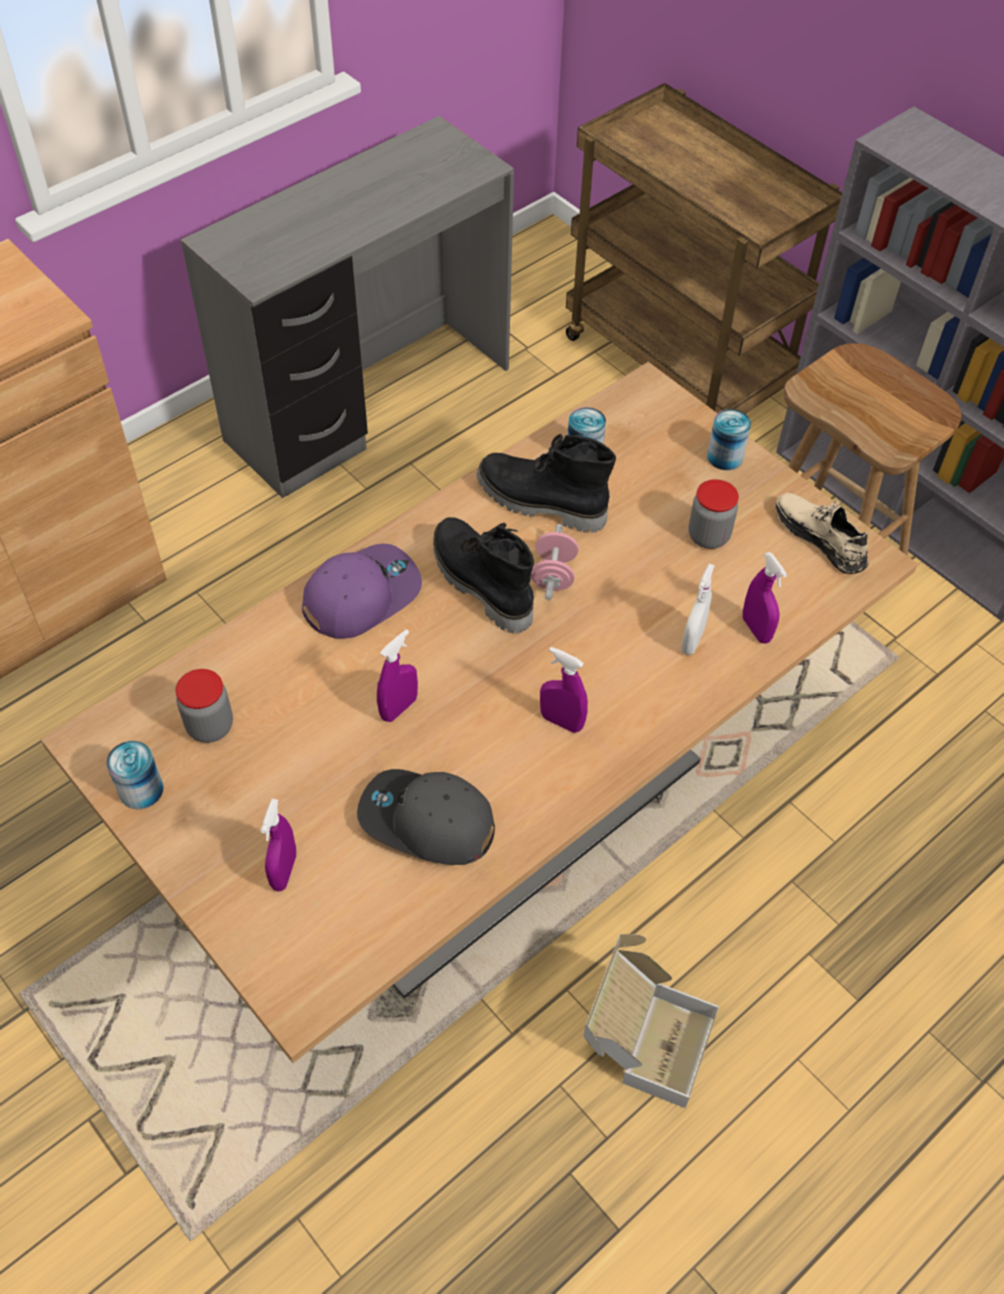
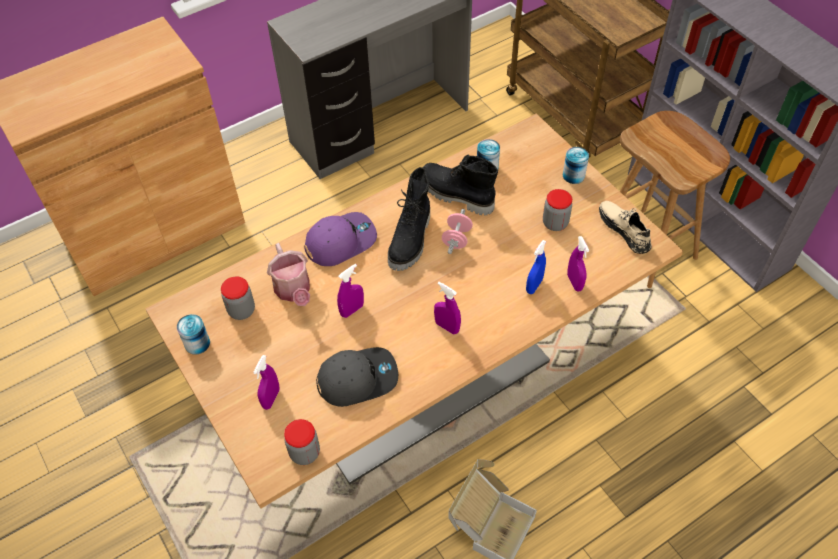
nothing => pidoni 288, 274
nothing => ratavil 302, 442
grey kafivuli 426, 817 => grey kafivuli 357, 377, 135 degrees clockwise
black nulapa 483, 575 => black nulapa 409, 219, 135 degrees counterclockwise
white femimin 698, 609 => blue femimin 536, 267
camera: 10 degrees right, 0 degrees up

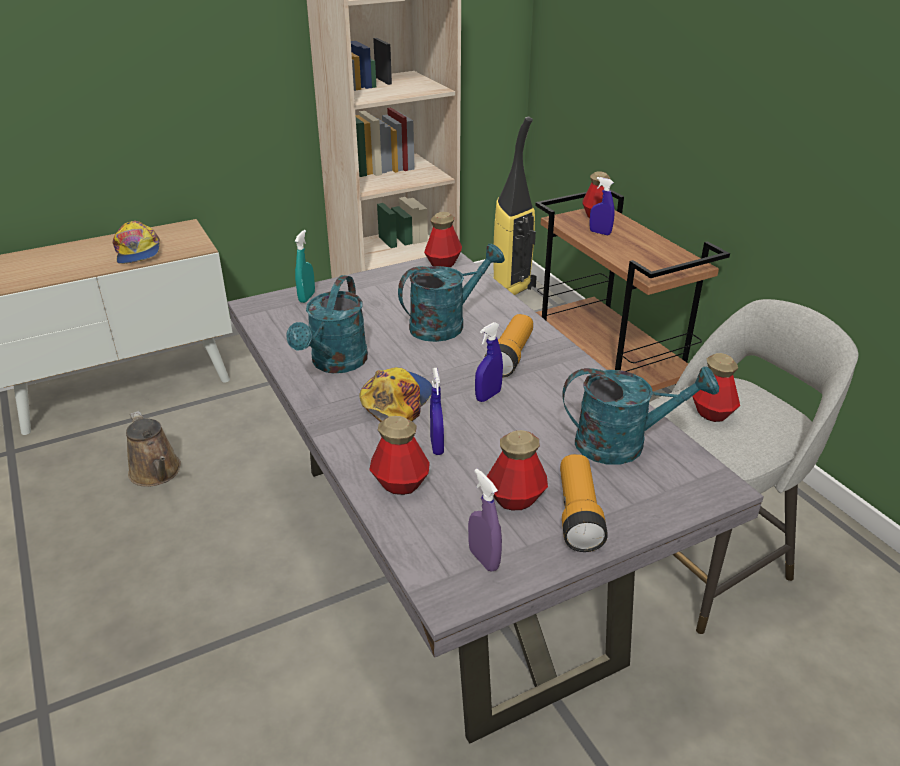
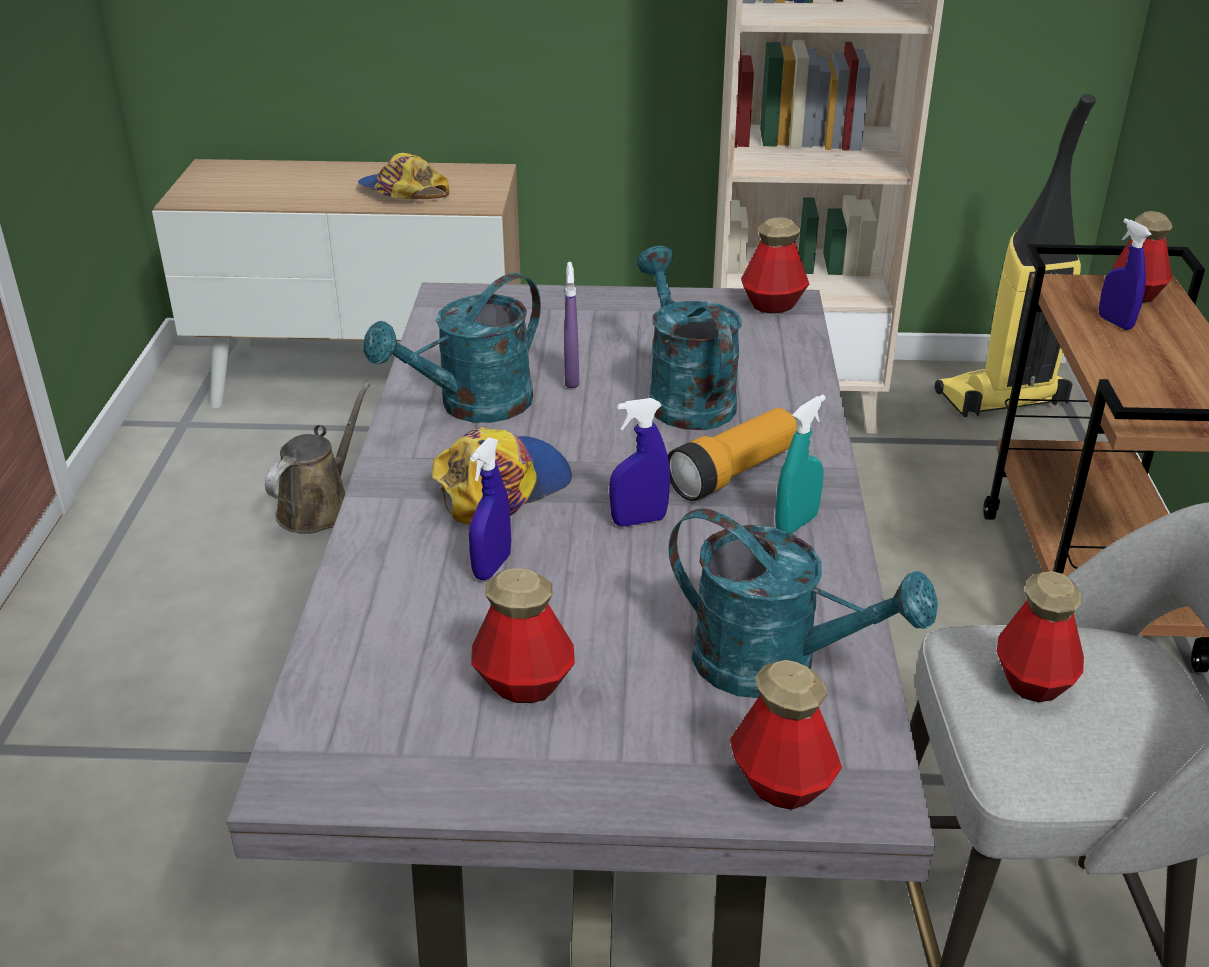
brown pidoni 153, 449 => brown pidoni 317, 458, 150 degrees counterclockwise
kafivuli 136, 242 => kafivuli 403, 176, 120 degrees clockwise
purple femimin 485, 520 => purple femimin 571, 325, move
turquoise pidoni 451, 293 => turquoise pidoni 689, 338, 105 degrees counterclockwise
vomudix 399, 455 => vomudix 786, 735, move
turquoise femimin 305, 266 => turquoise femimin 800, 463, move
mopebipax 584, 503 => nothing
camera: 30 degrees right, 0 degrees up

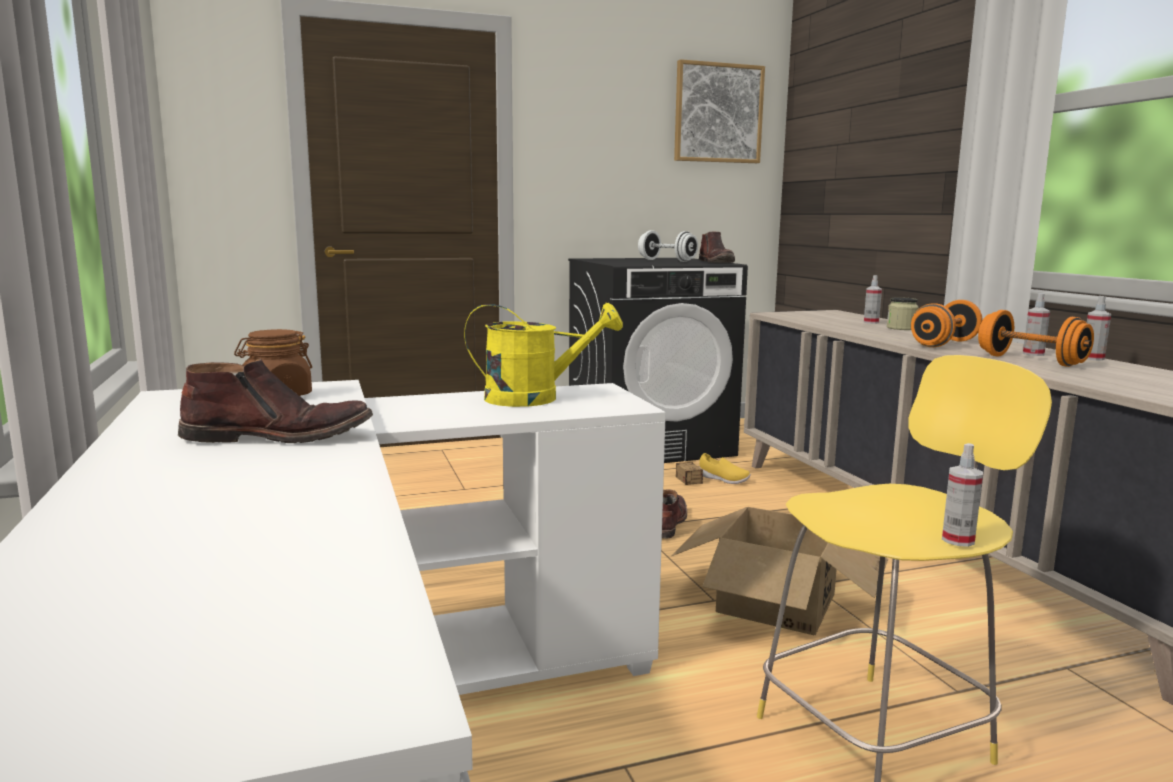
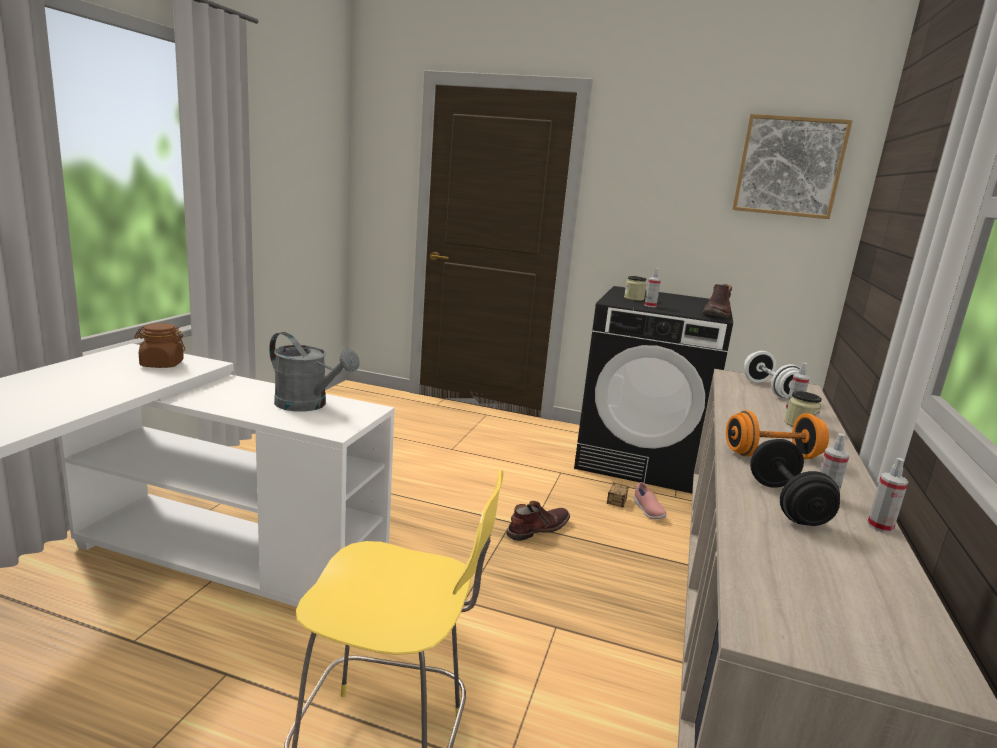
yellow pidoni 543, 355 => grey pidoni 314, 371
nothing => ratavil 635, 288
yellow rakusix 725, 468 => pink rakusix 650, 500
femimin 962, 495 => femimin 652, 287, move
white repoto 668, 246 => white repoto 772, 375, move
orange repoto 1036, 338 => black repoto 795, 482
brown nulapa 275, 401 => nothing
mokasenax 780, 571 => nothing
camera: 35 degrees right, 5 degrees up

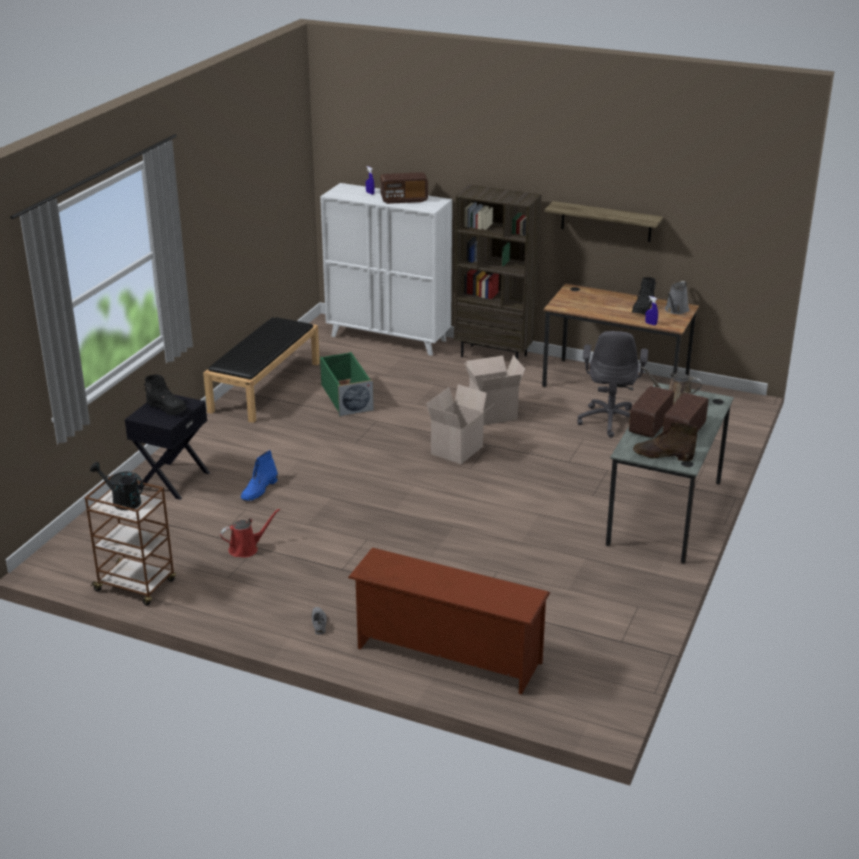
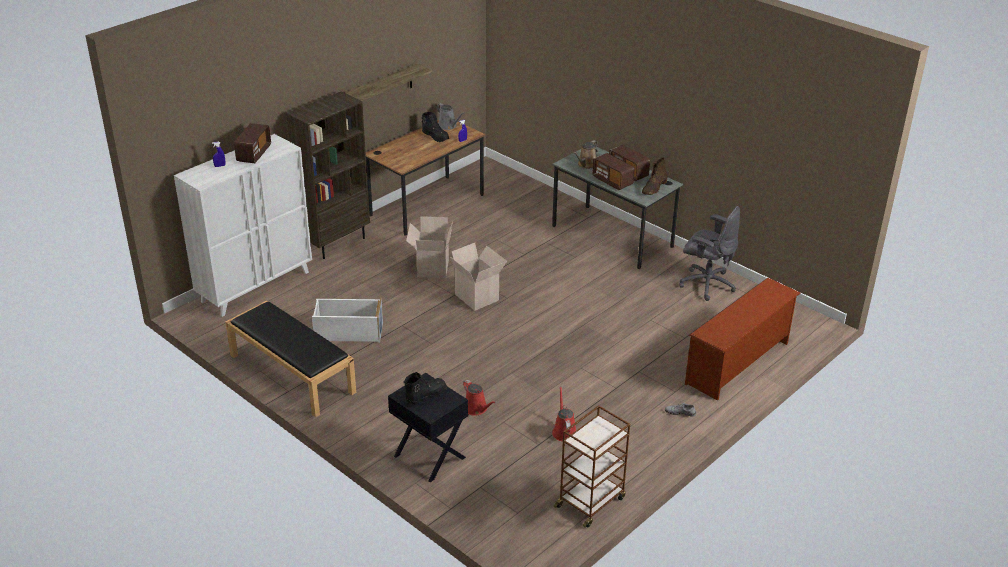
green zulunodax 347, 384 => white zulunodax 347, 320
blue nulapa 259, 475 => red pidoni 479, 398
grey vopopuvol 612, 384 => grey vopopuvol 709, 253, move
black pidoni 116, 486 => nothing
camera: 70 degrees left, 5 degrees up

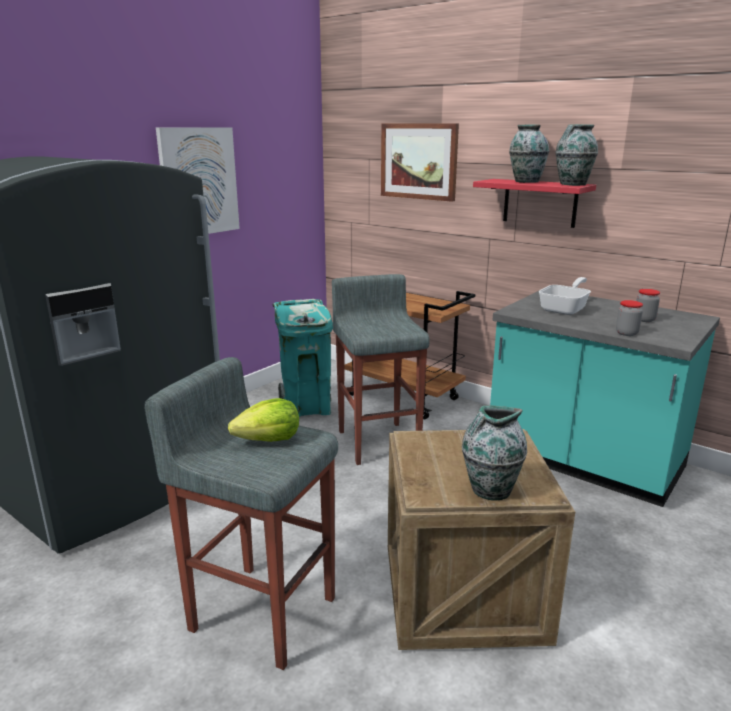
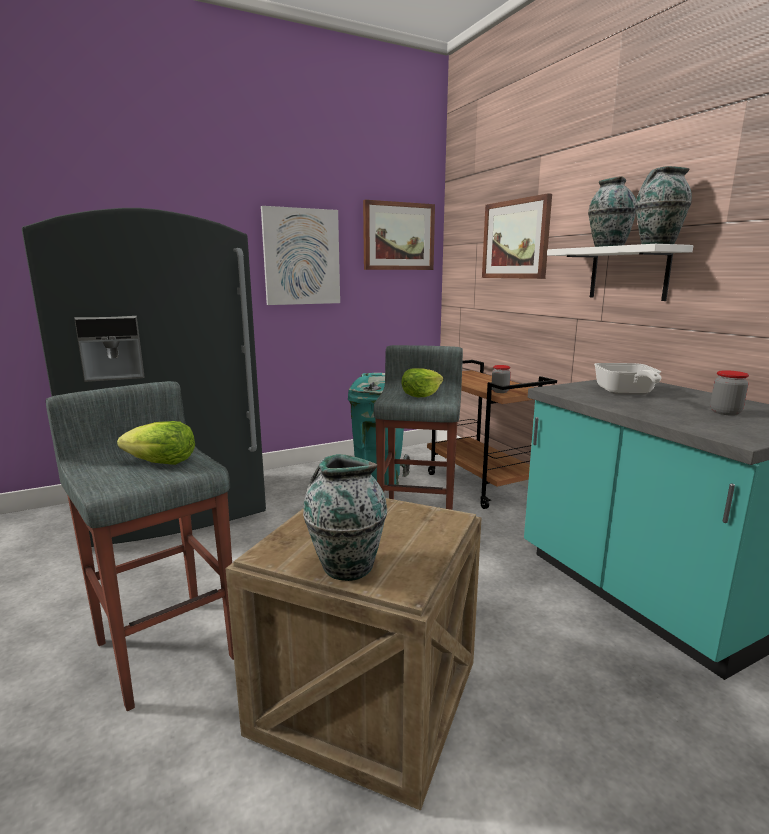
nothing => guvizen 399, 235
nothing => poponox 422, 382
ratavil 629, 318 => ratavil 501, 379, move
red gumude 534, 203 => white gumude 620, 272
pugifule 565, 296 => pugifule 627, 379, 120 degrees clockwise
camera: 25 degrees right, 5 degrees down

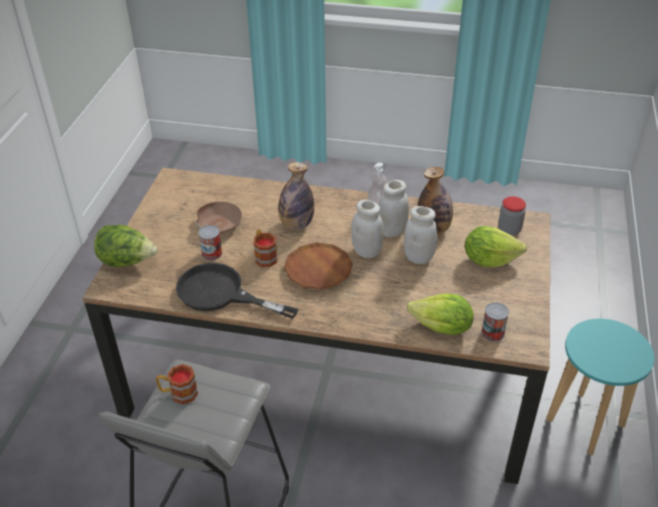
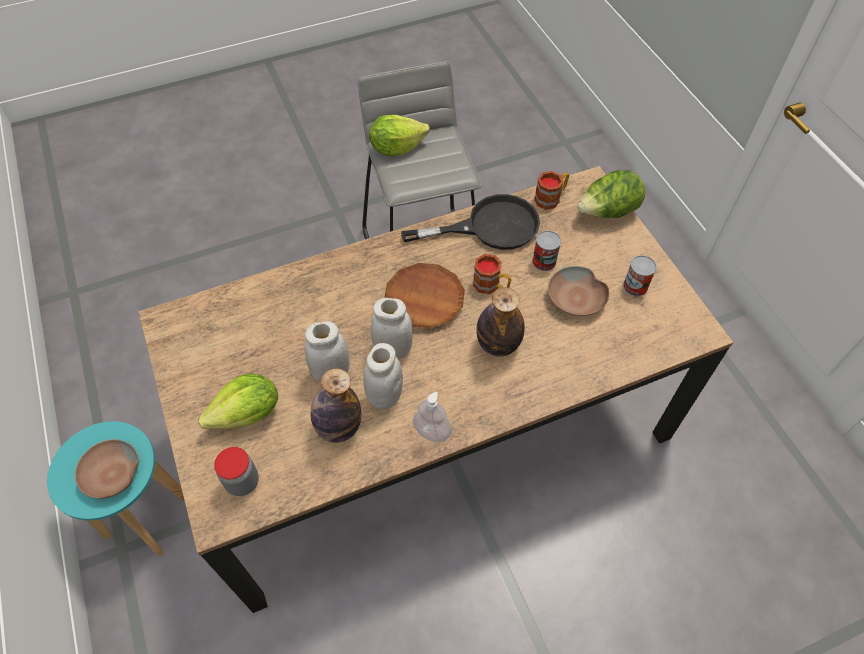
nothing => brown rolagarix 107, 469
poponox 440, 314 => poponox 399, 135, move
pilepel 177, 384 => pilepel 551, 190, move
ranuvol 495, 322 => ranuvol 640, 275, move
camera: 145 degrees right, 15 degrees up

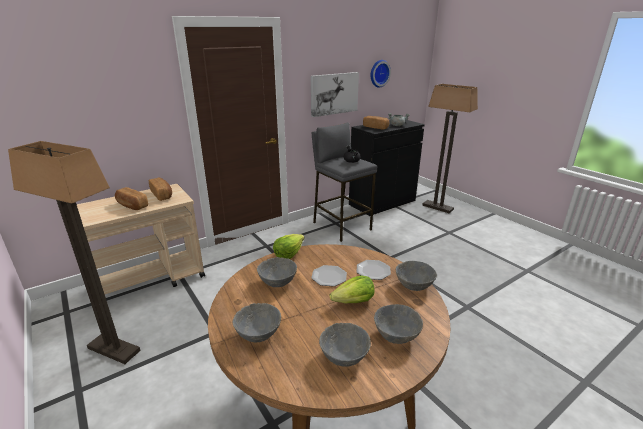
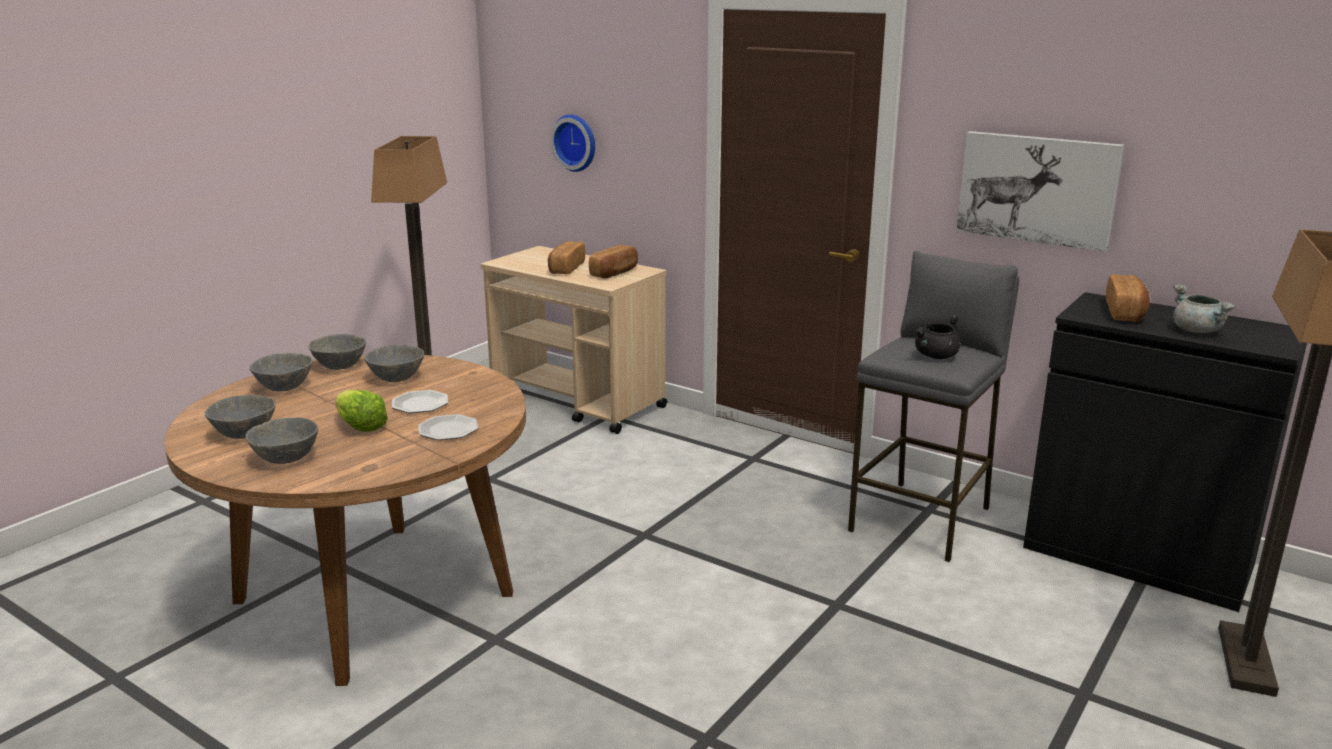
grey rolagarix 416, 276 => grey rolagarix 337, 352, move
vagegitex 381, 74 => vagegitex 572, 143, move
poponox 289, 246 => nothing
camera: 70 degrees right, 5 degrees down

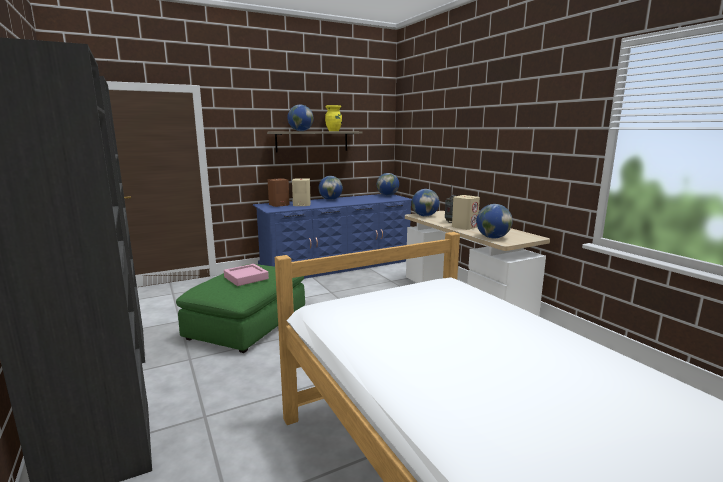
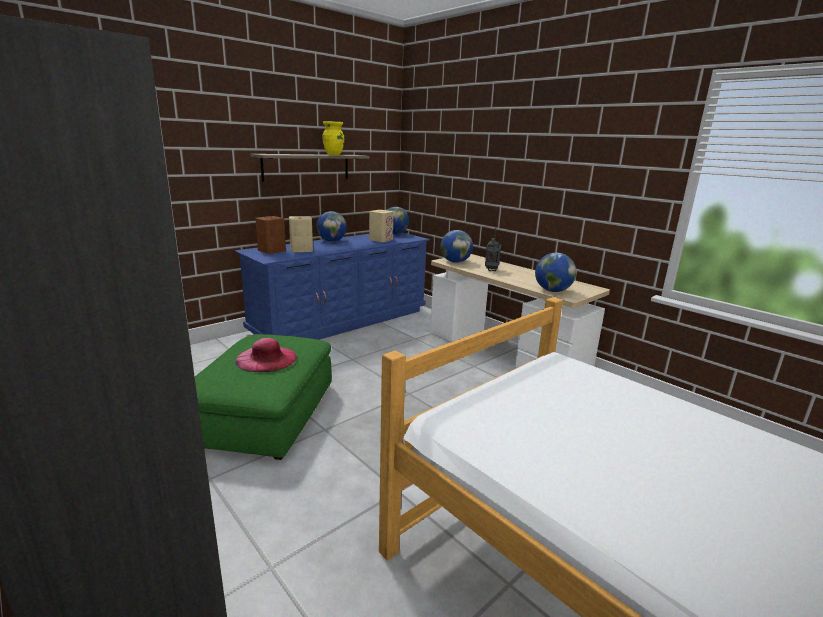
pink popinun 246, 275 => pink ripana 266, 355
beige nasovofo 466, 212 => beige nasovofo 381, 226, move
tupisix 301, 118 => nothing
camera: 15 degrees left, 5 degrees up

